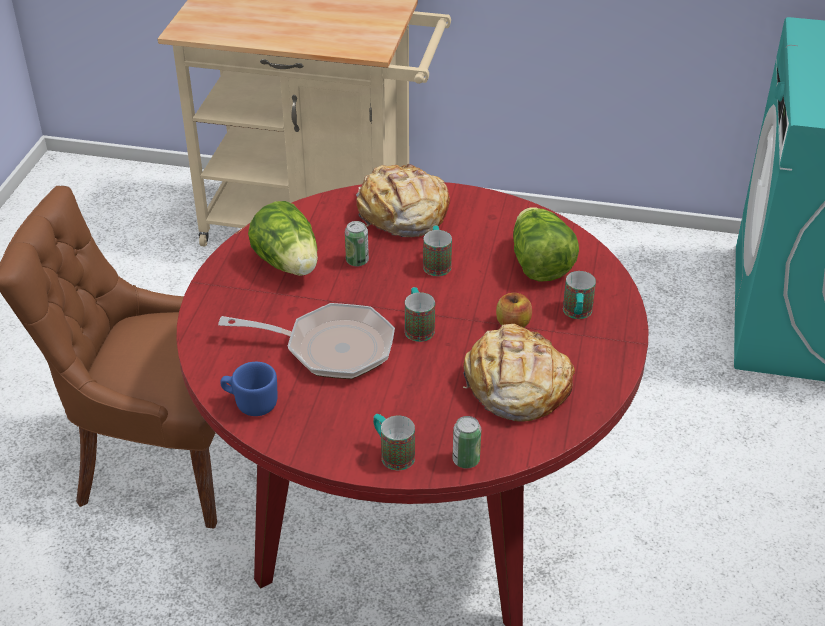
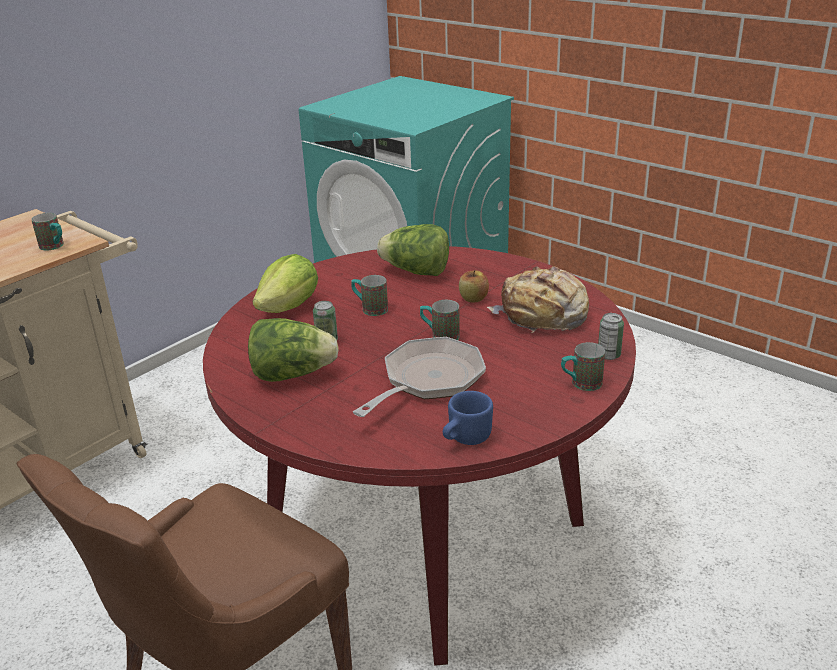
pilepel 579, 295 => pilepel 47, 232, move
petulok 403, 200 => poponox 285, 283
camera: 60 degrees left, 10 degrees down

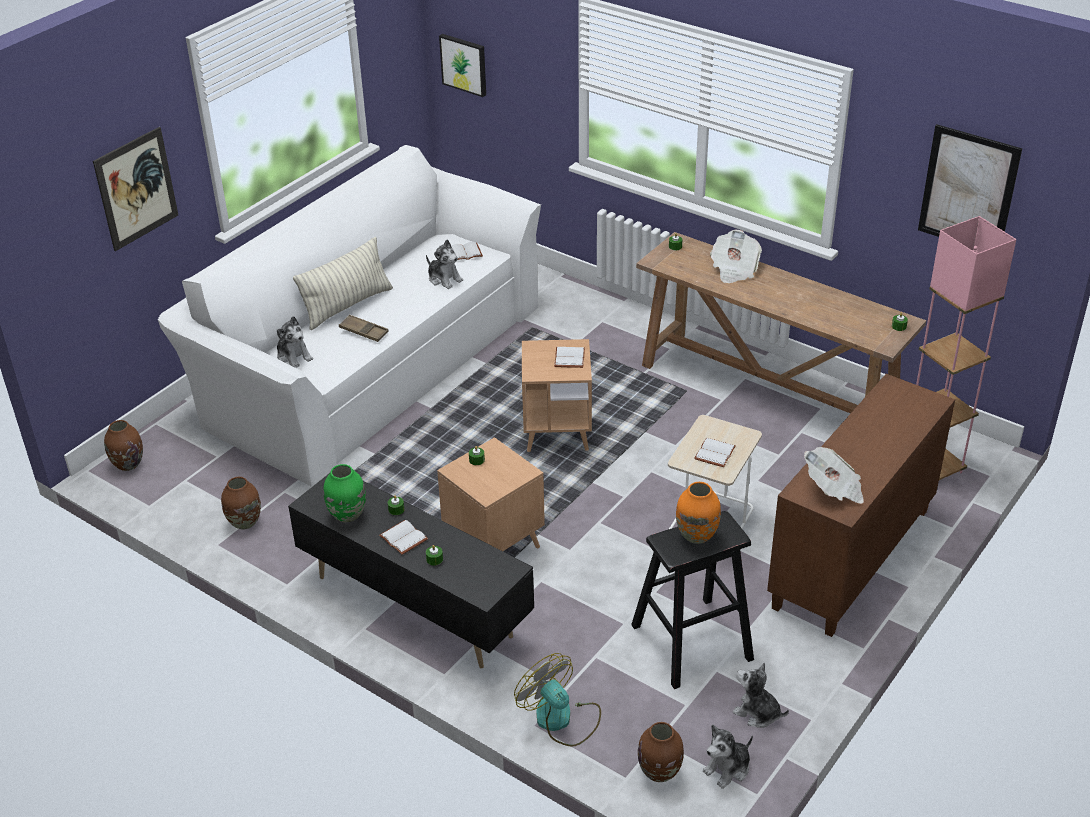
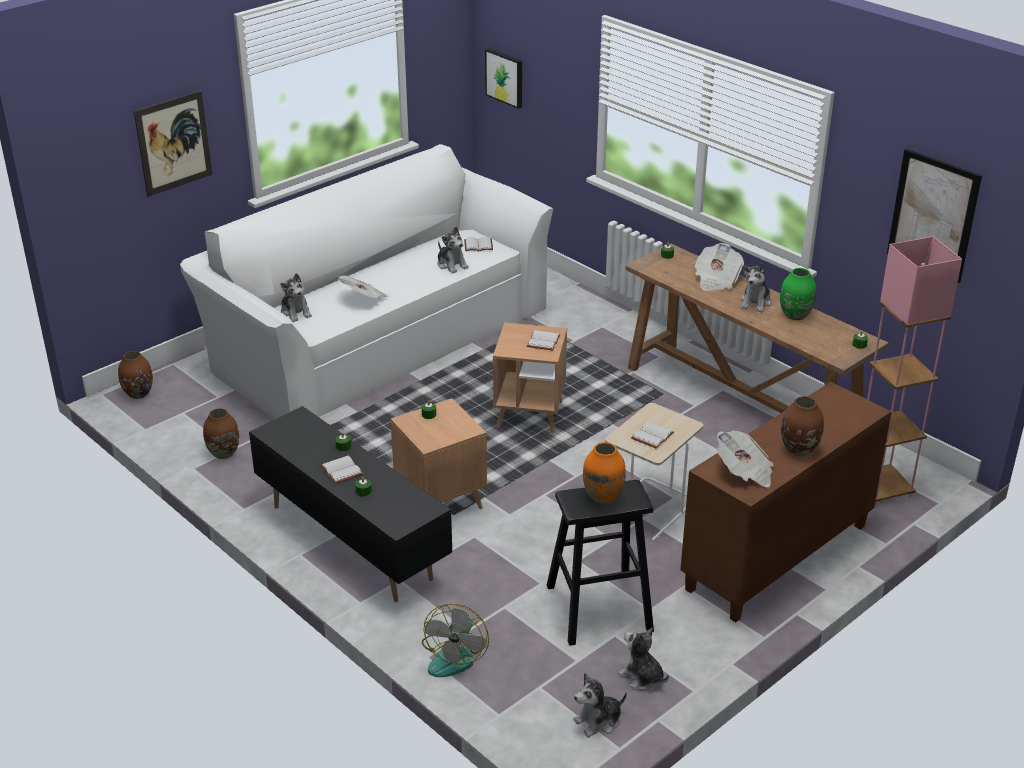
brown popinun 364, 328 => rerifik 363, 287
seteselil 557, 700 => seteselil 455, 640, 135 degrees counterclockwise
nothing => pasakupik 756, 287
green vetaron 345, 493 => green vetaron 798, 294, move
brown vetaron 661, 752 => brown vetaron 802, 426, move
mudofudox 343, 283 => nothing
camera: 10 degrees right, 5 degrees down

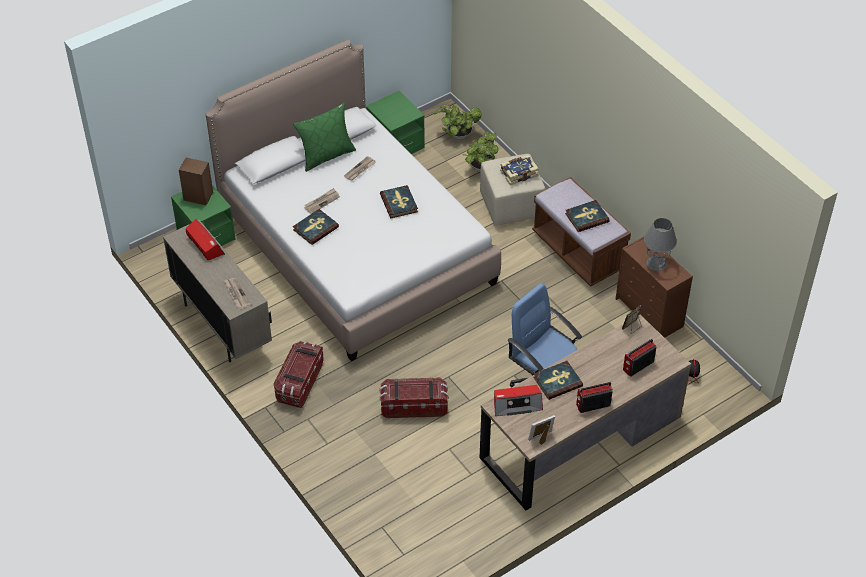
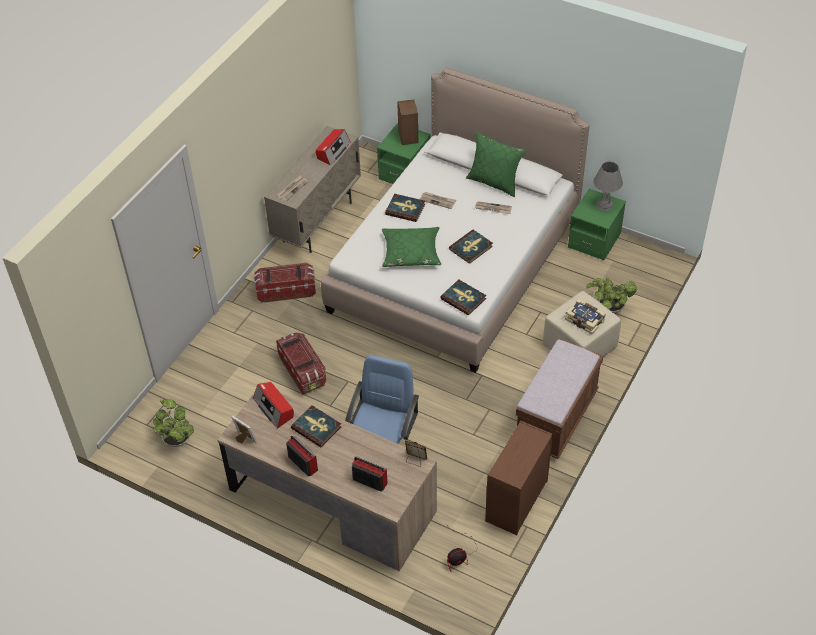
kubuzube 458, 122 => kubuzube 173, 423, move
nothing => green mudofudox 411, 247
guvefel 587, 216 => guvefel 463, 297, move
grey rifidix 660, 244 => grey rifidix 608, 186, move
camera: 65 degrees right, 0 degrees up

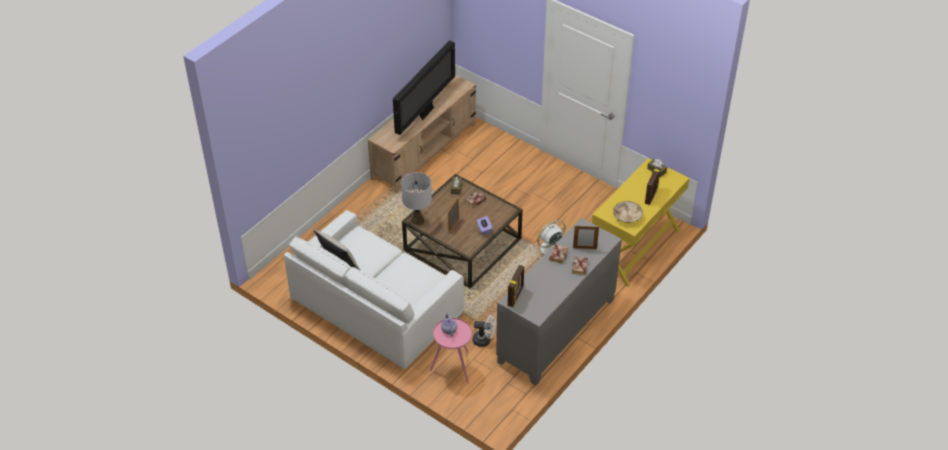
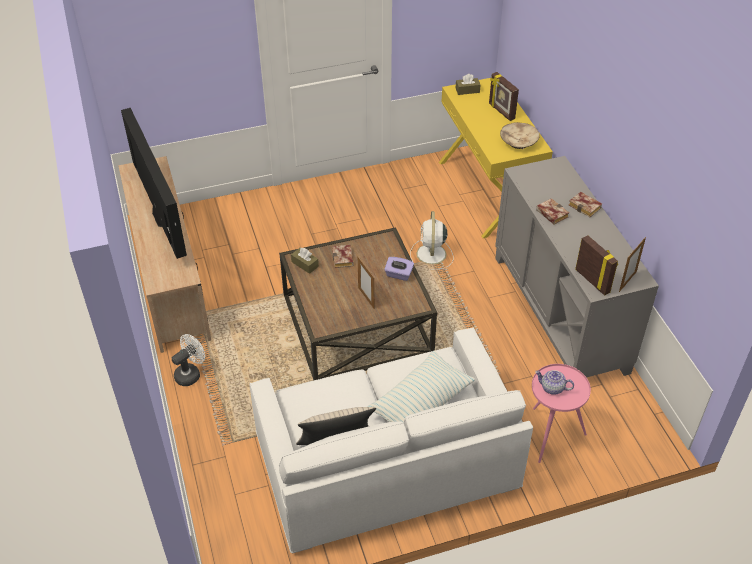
white seteselil 484, 331 => white seteselil 188, 360, move
nothing => mudofudox 421, 387
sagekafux 586, 237 => sagekafux 632, 264, move
grey rifidix 416, 198 => nothing
camera: 55 degrees left, 0 degrees up

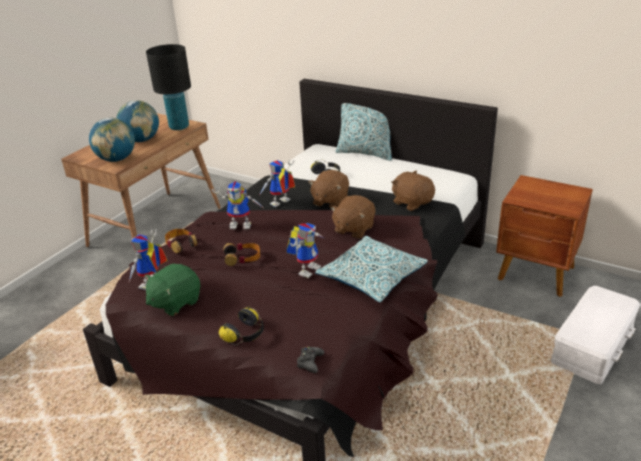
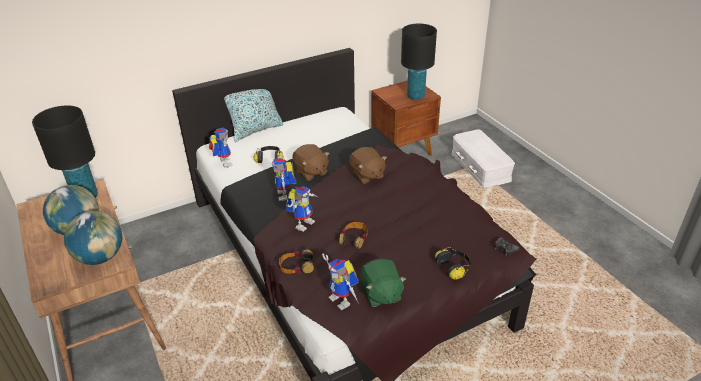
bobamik 305, 250 => bobamik 221, 148, move
nothing => black rifidix 419, 62
mudofudox 371, 269 => nothing
brown pasakupik 413, 190 => nothing
camera: 60 degrees left, 5 degrees up

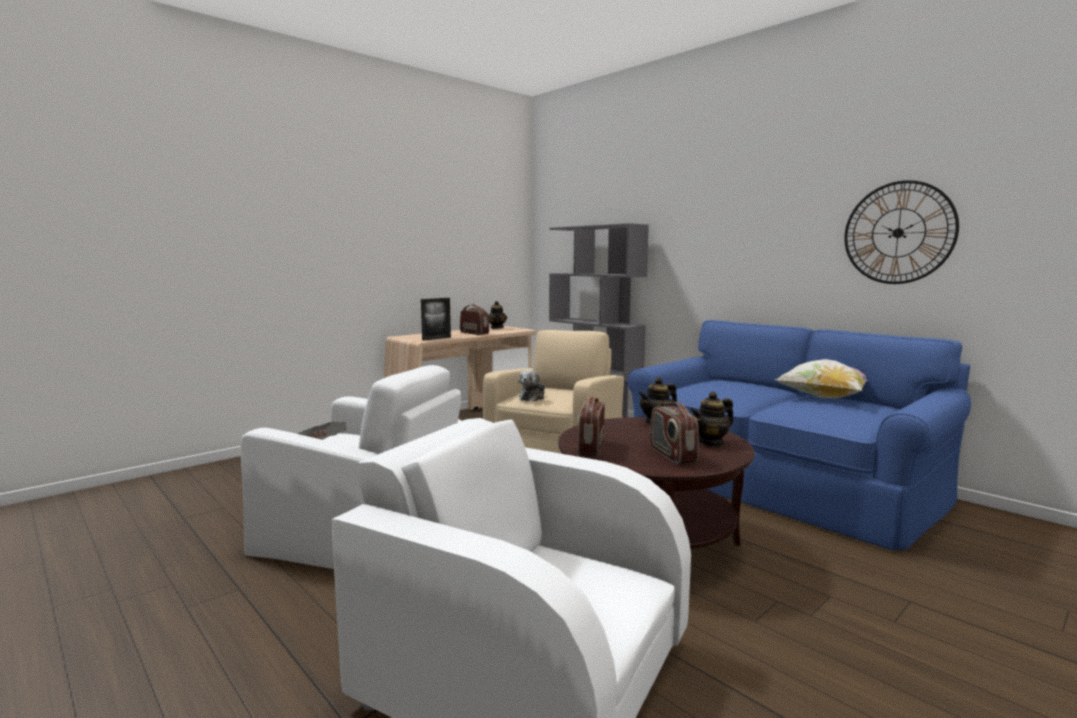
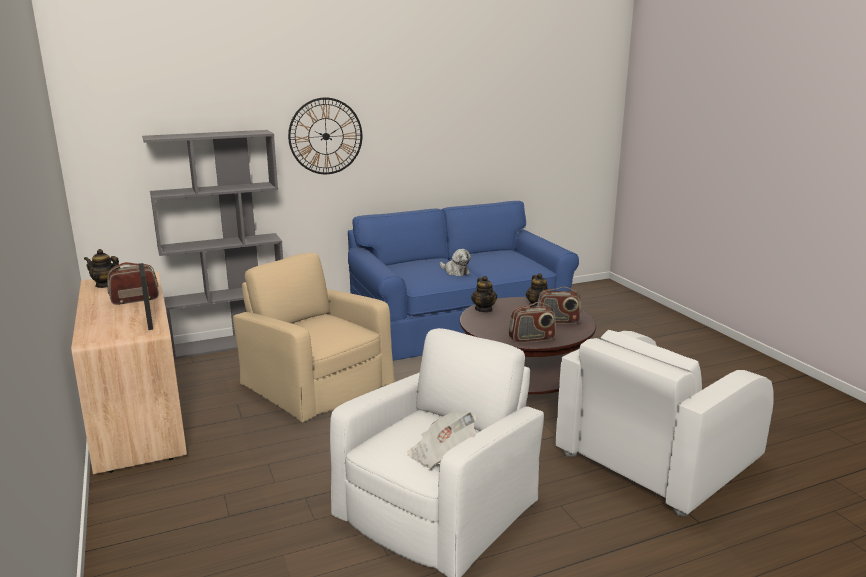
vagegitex 901, 232 => vagegitex 325, 135, move
pasakupik 531, 386 => pasakupik 455, 262, move
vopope 591, 426 => vopope 532, 322, 45 degrees counterclockwise
mudofudox 821, 378 => nothing
camera: 70 degrees left, 10 degrees up

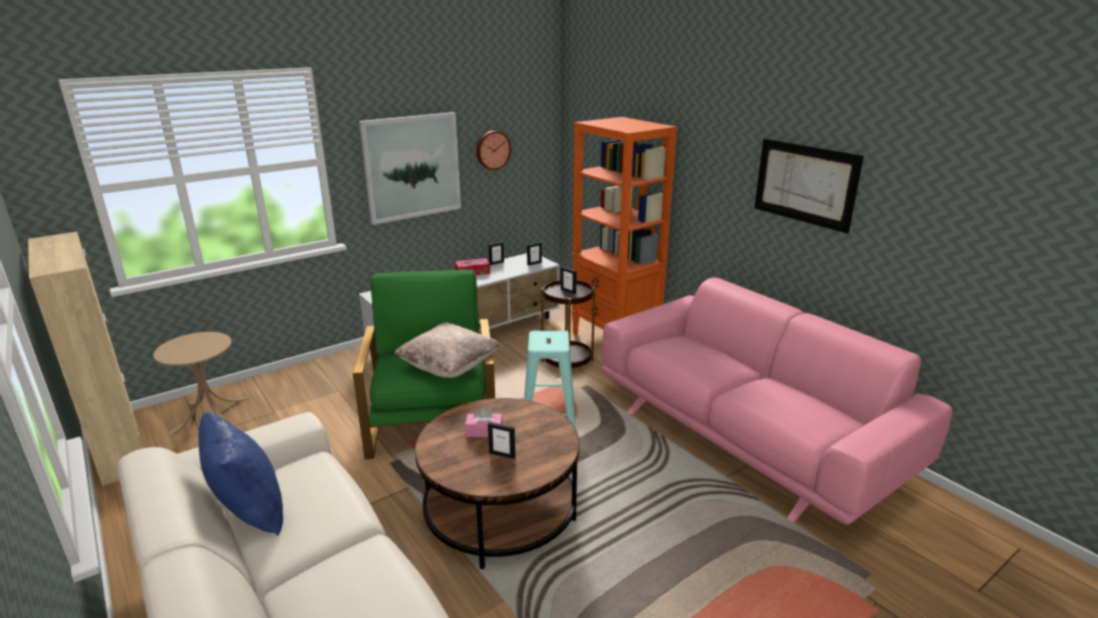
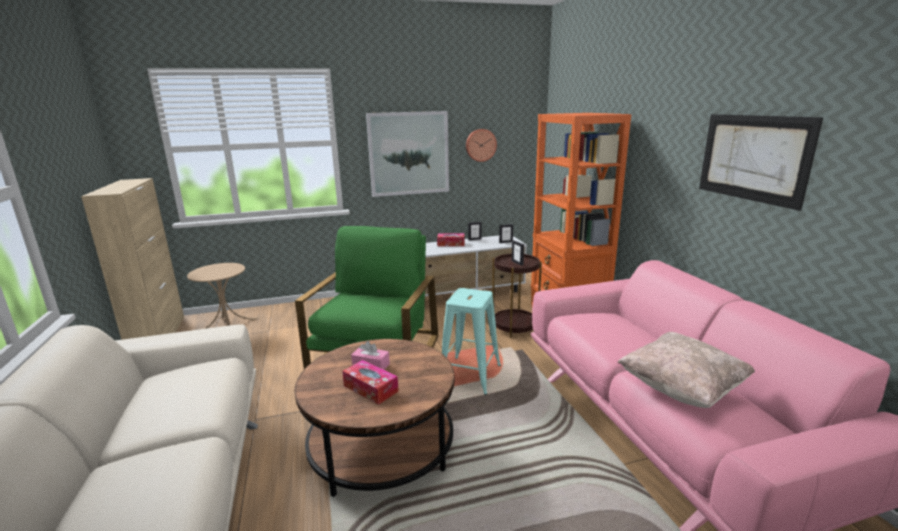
sagekafux 501, 440 => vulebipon 370, 382
beige mudofudox 447, 350 => beige mudofudox 686, 370, move
blue mudofudox 241, 474 => nothing
camera: 20 degrees right, 5 degrees down

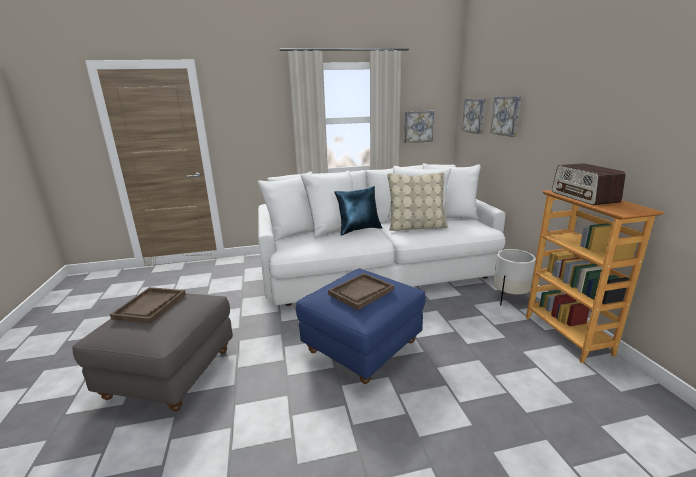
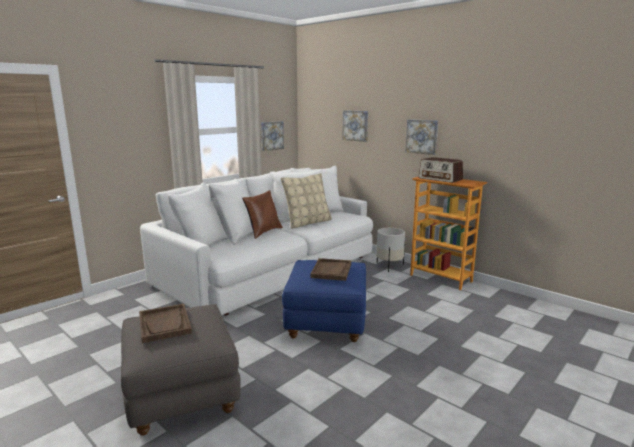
blue mudofudox 358, 211 => brown mudofudox 262, 214
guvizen 473, 116 => guvizen 422, 137, move
camera: 35 degrees left, 5 degrees down

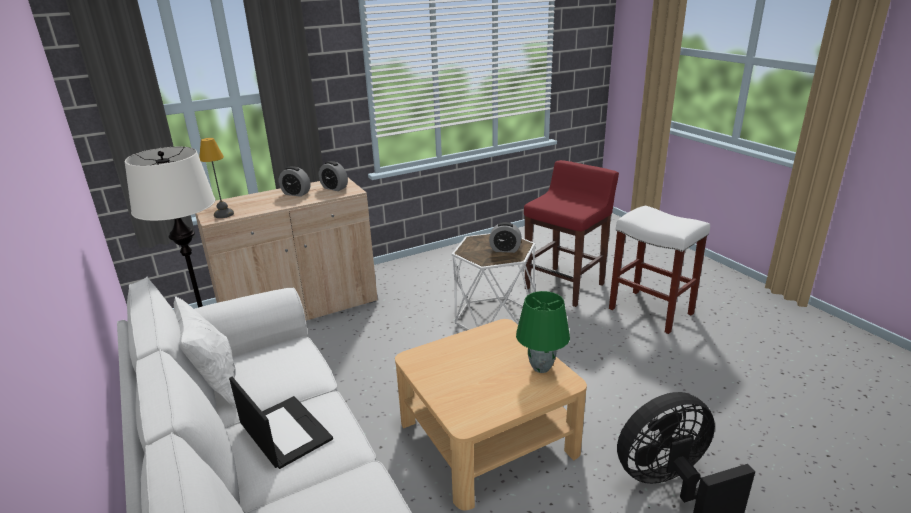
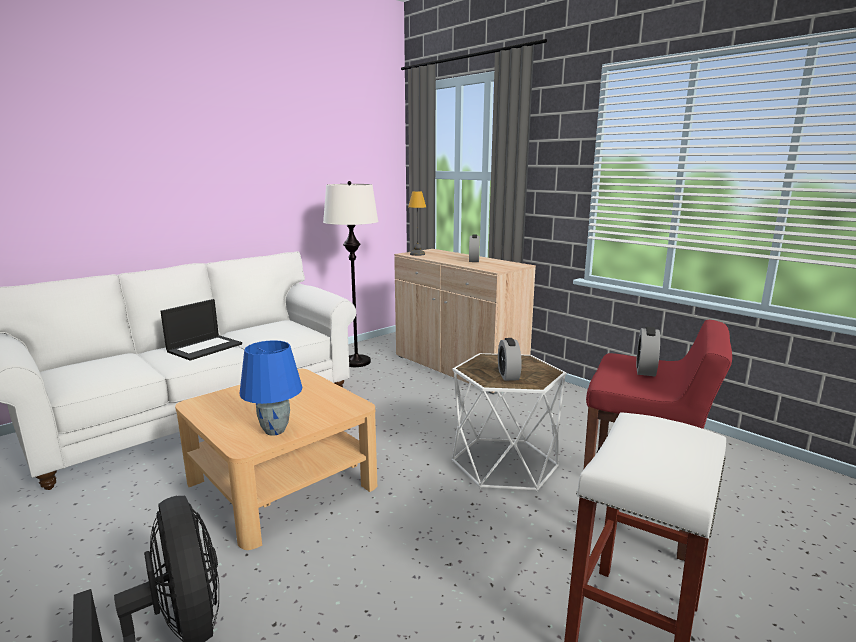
green rifidix 543, 332 => blue rifidix 271, 388
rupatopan 333, 176 => rupatopan 648, 351, move
white mudofudox 205, 351 => nothing
camera: 75 degrees right, 10 degrees down

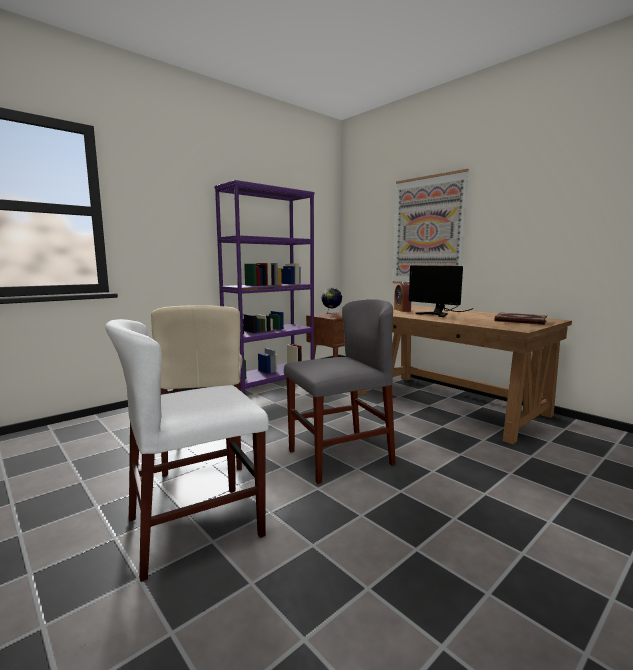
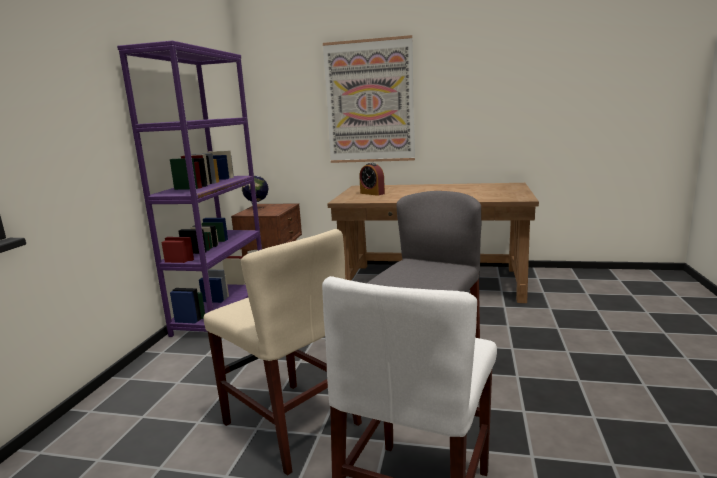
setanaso 441, 291 => nothing
guvefel 521, 319 => nothing
camera: 35 degrees left, 5 degrees up

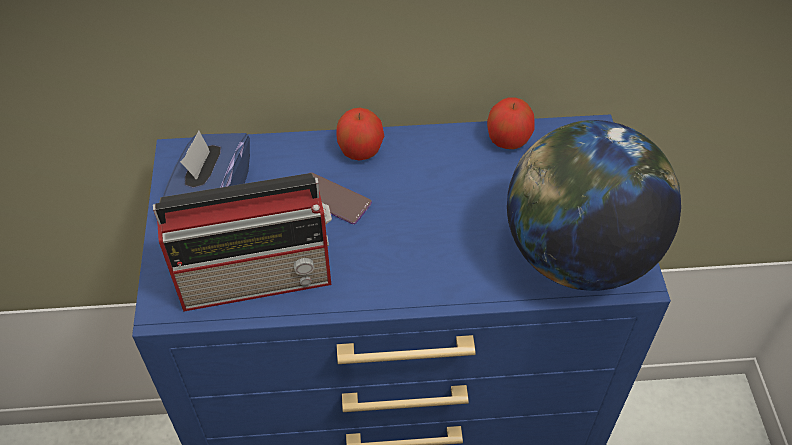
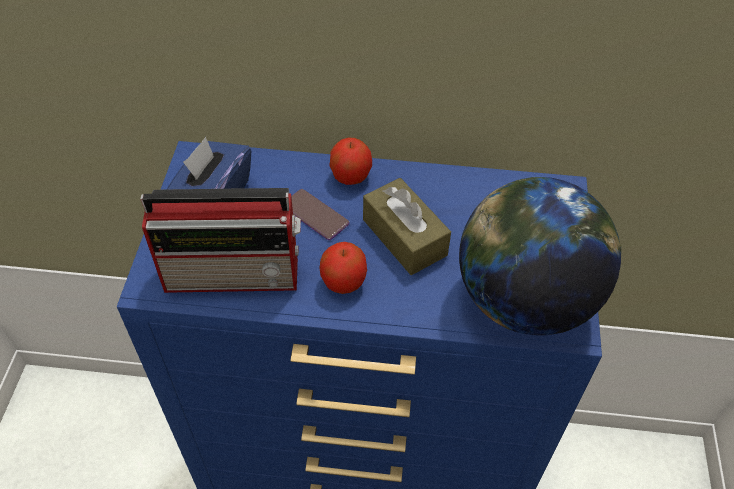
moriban 511, 123 => moriban 343, 268, move
nothing => brown vulebipon 407, 226
camera: 10 degrees right, 0 degrees up

